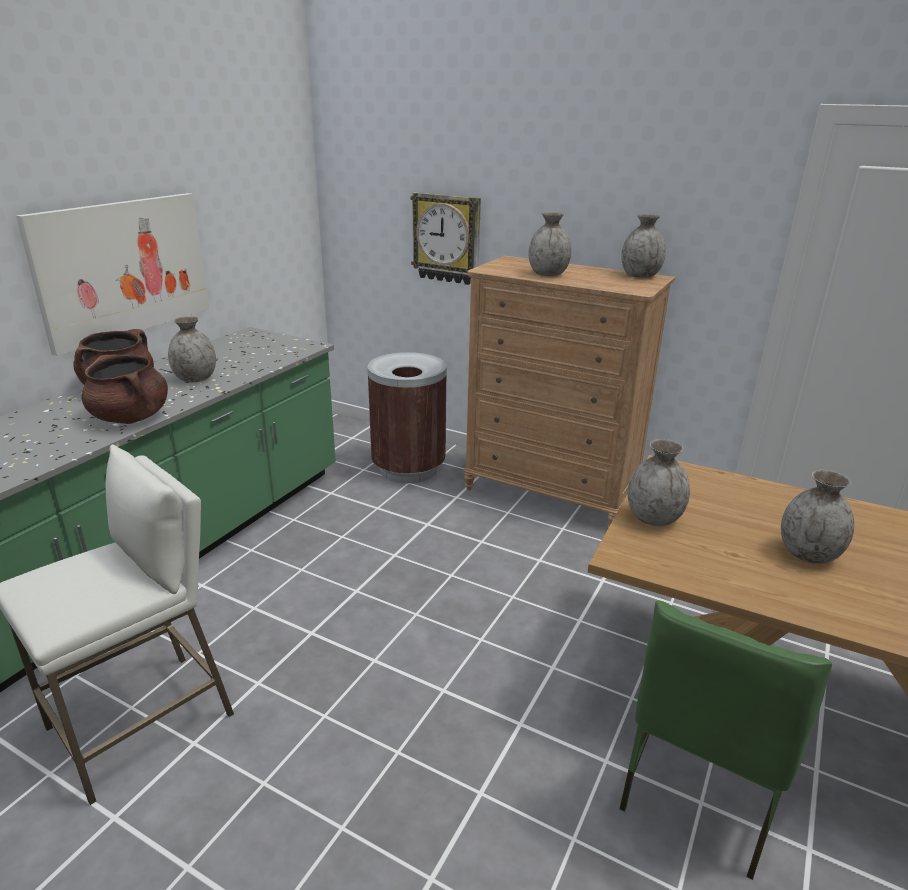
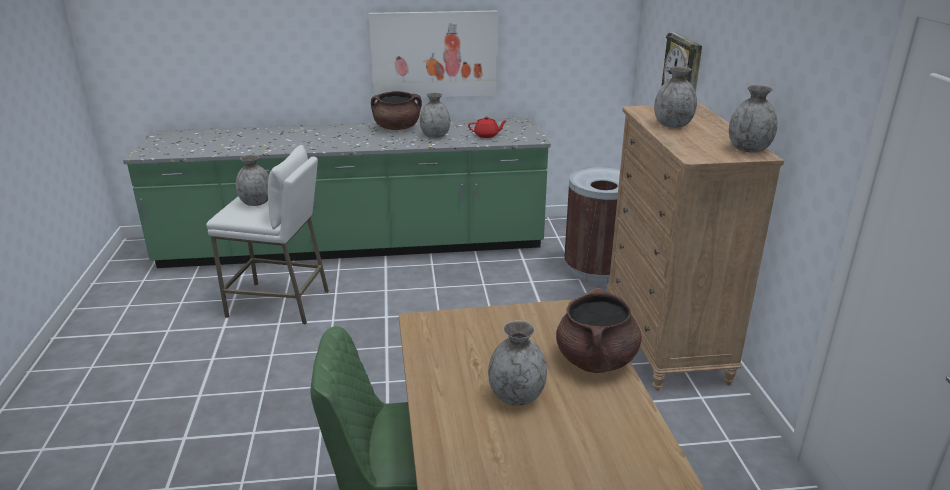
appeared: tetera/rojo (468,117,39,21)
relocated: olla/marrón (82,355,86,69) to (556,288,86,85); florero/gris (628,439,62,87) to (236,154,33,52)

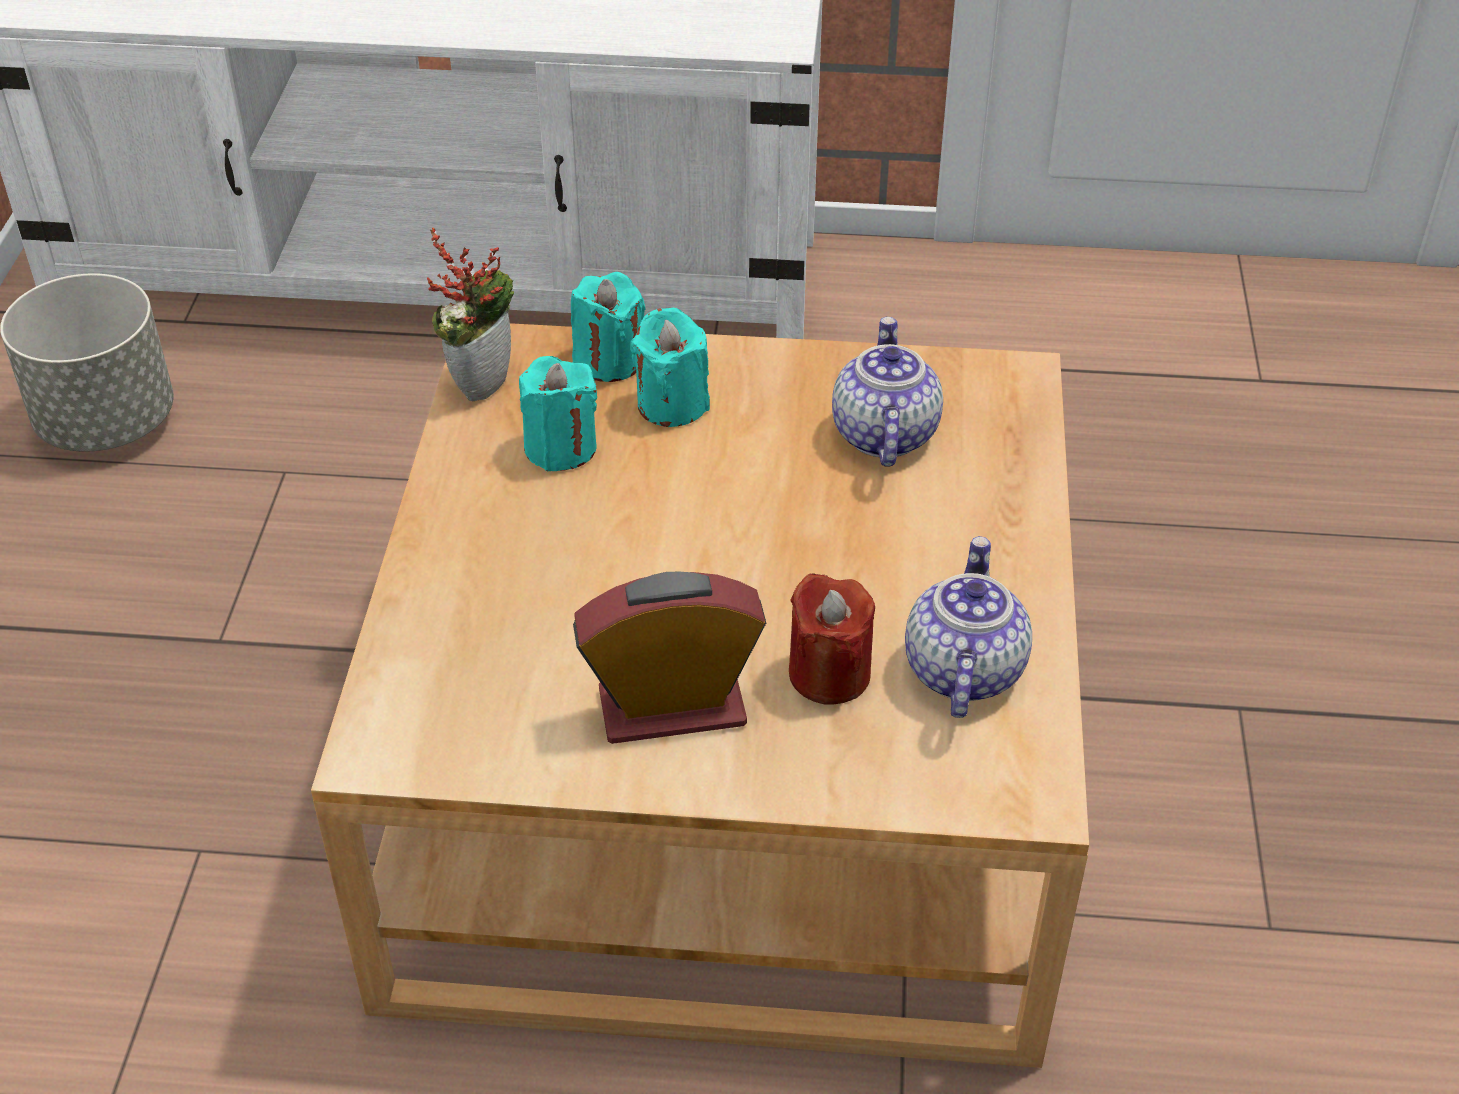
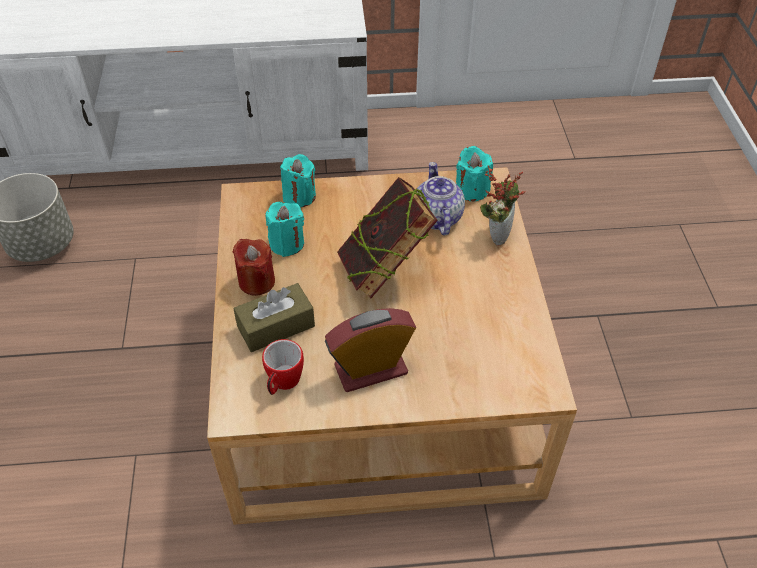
missing: tetera (905,536,127,182)
appeared: libro (337,177,101,121); caja de pañuelos/marrón (233,283,82,69); taza grande (262,339,42,56)
relocated: planta en maceta (427,227,87,174) to (480,165,45,81); vela/turquesa (630,308,80,119) to (456,146,37,56); vela/rojo (789,573,86,132) to (233,239,42,57)

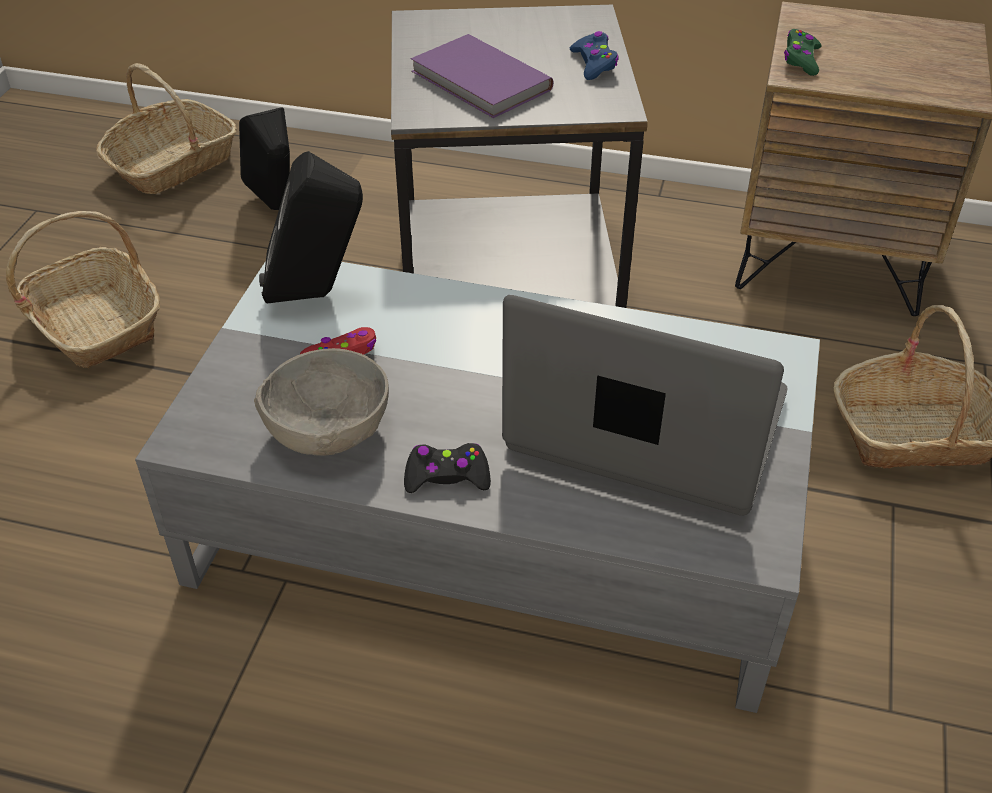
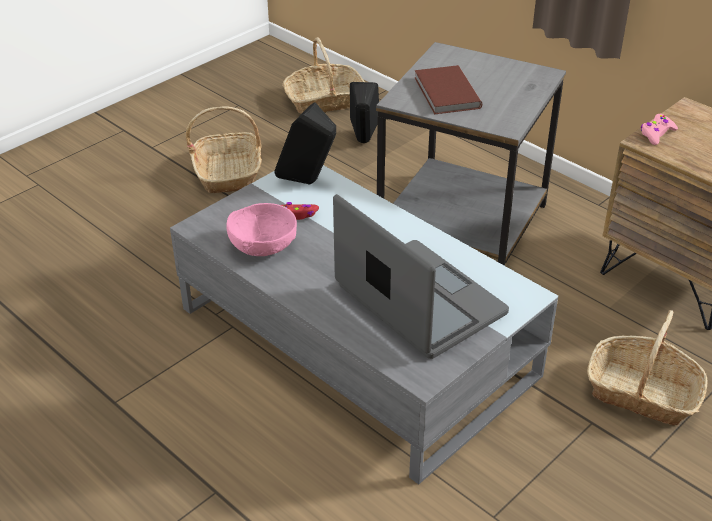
missing: mando de consola/azul (570,31,49,49); mando de consola/negro (404,443,87,50)
colour: mando de consola/verde (784,29,38,47) to mando de consola/rosa (641,114,37,31); libro/morado (411,34,142,84) to libro/marrón (415,65,67,49); cuenco/gris (254,348,135,108) to cuenco/rosa (226,203,71,53)

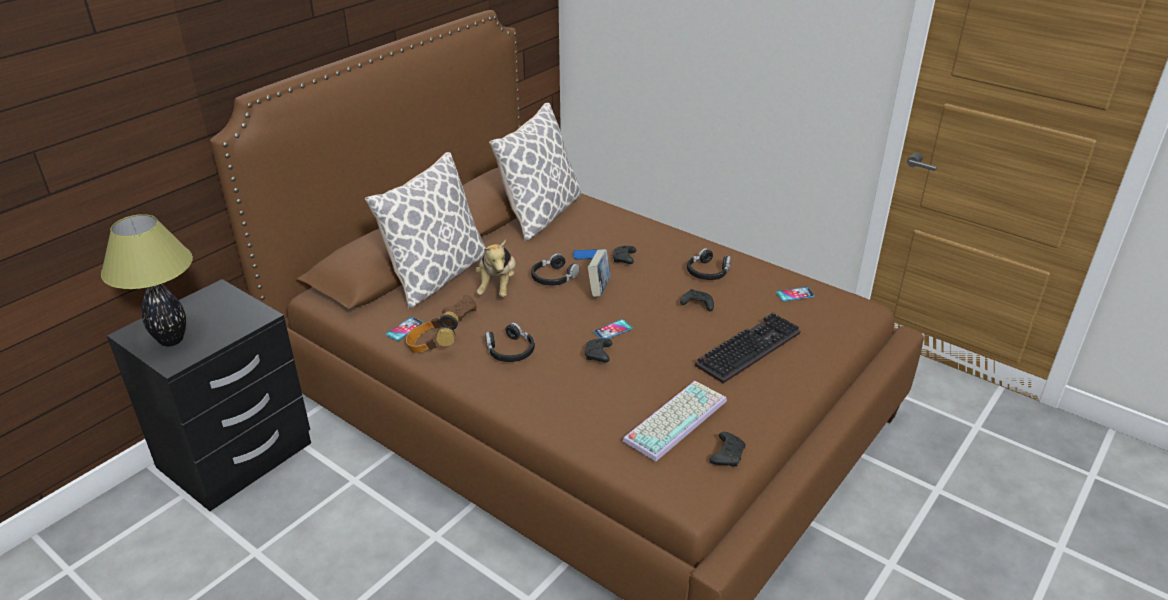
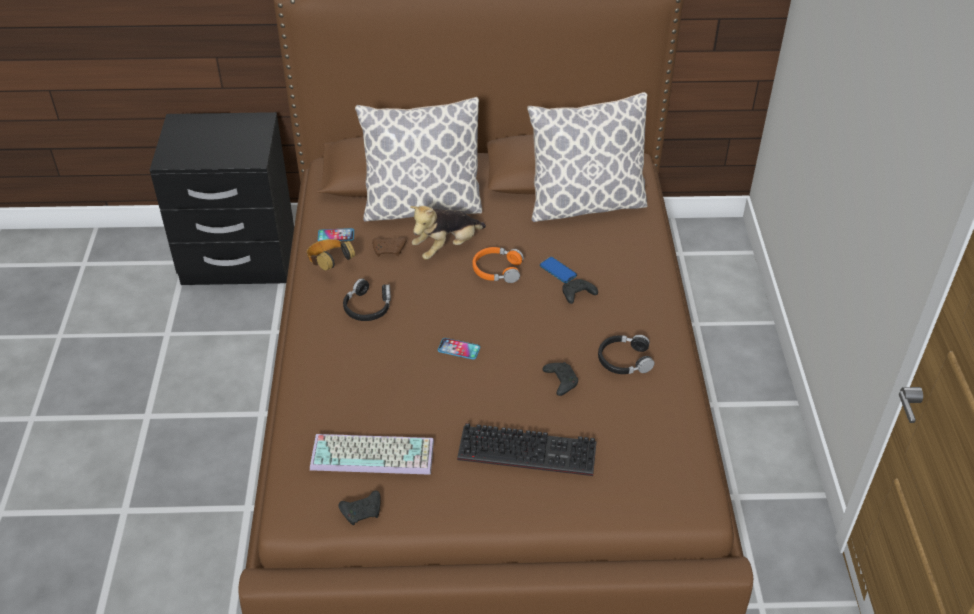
missing: lámpara de mesa (101,214,92,132); libro (588,249,22,48); móvil (776,287,39,14); mando de consola/negro (585,338,27,24)
colour: auriculares/negro (531,253,48,32) to auriculares/naranja (472,247,52,36)

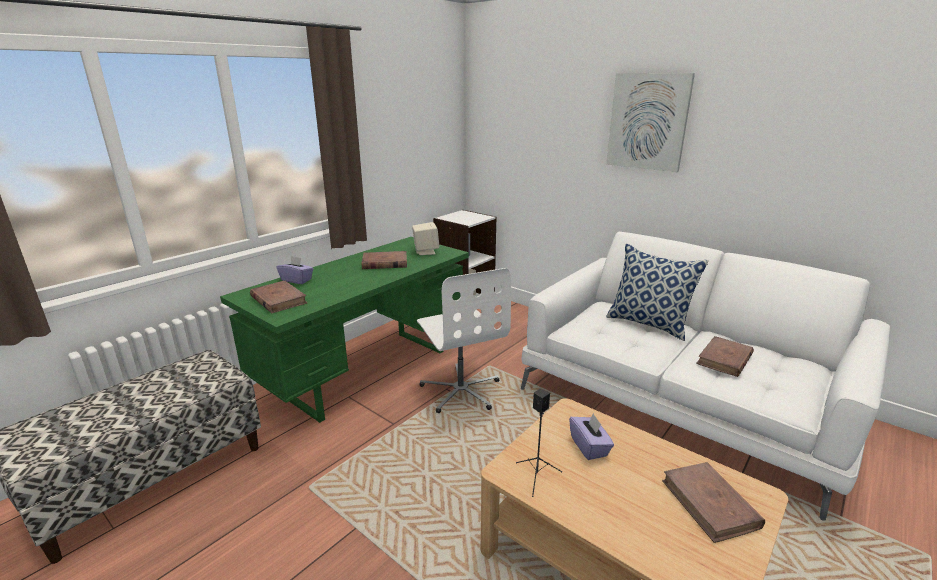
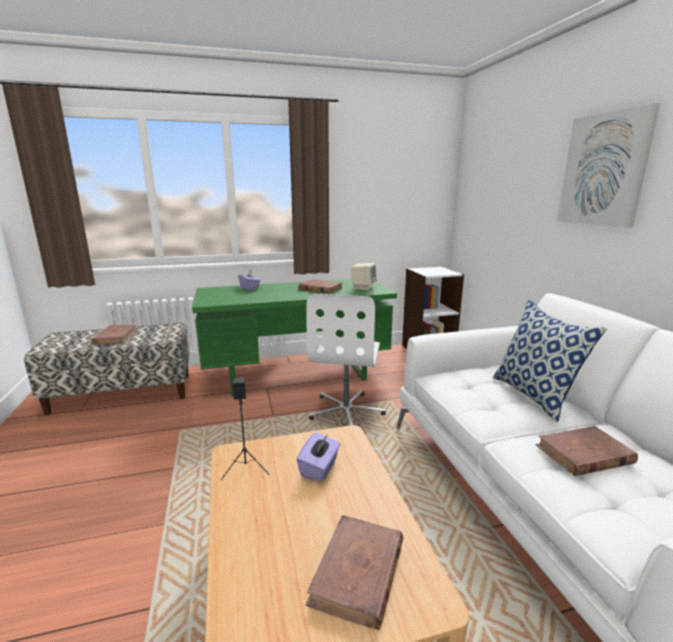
relocated: libro/marrón (250,281,57,33) to (91,325,47,20)

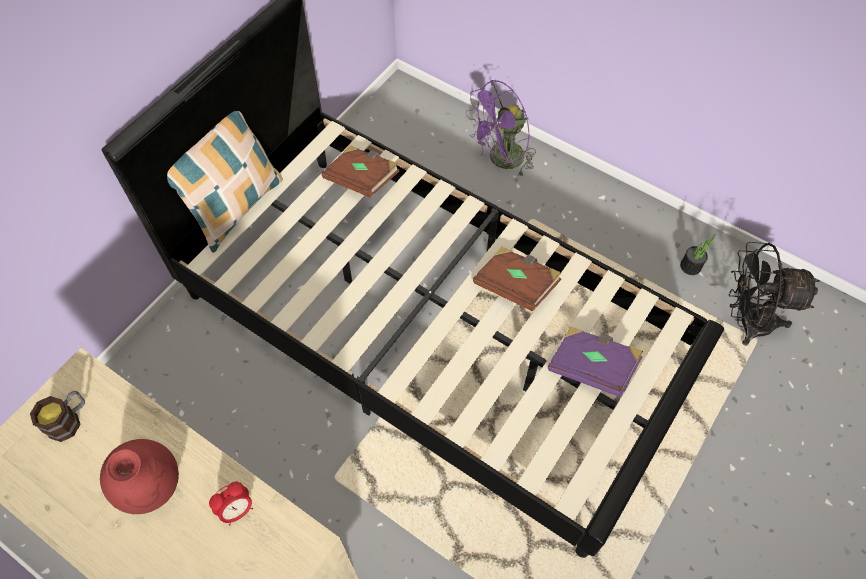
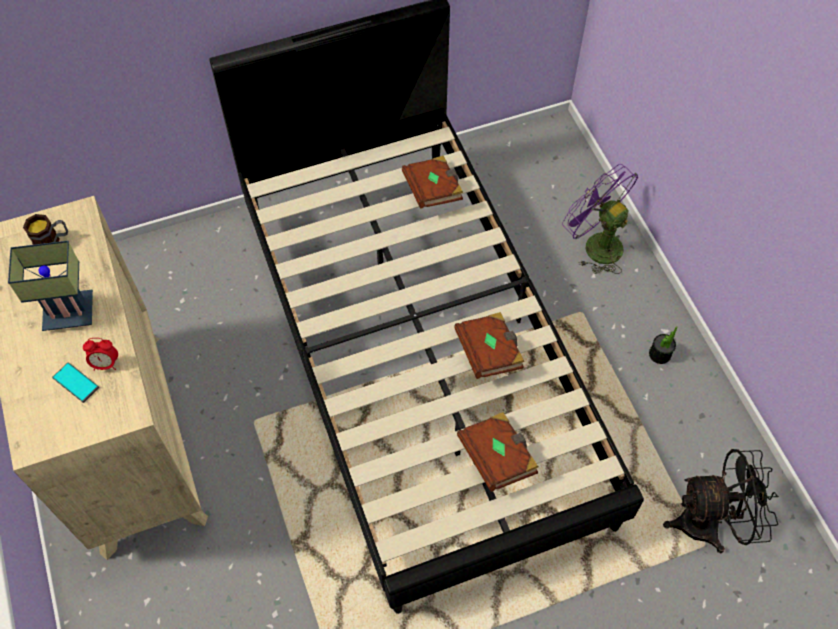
missing: cojín (167,111,116,142)
appeared: móvil (52,362,47,41)
relocated: planta en maceta (680,234,36,41) to (649,326,29,38)
exchanged: florero/rojo (100,439,79,75) to lámpara de mesa (8,241,85,90)
colour: libro/morado (548,326,95,71) to libro/marrón (457,412,82,80)
spun: ventilador/morado (466,80,70,98) = (562,164,76,110) 45 degrees clockwise; ventilador/negro (728,242,91,104) = (663,449,116,105) 135 degrees clockwise

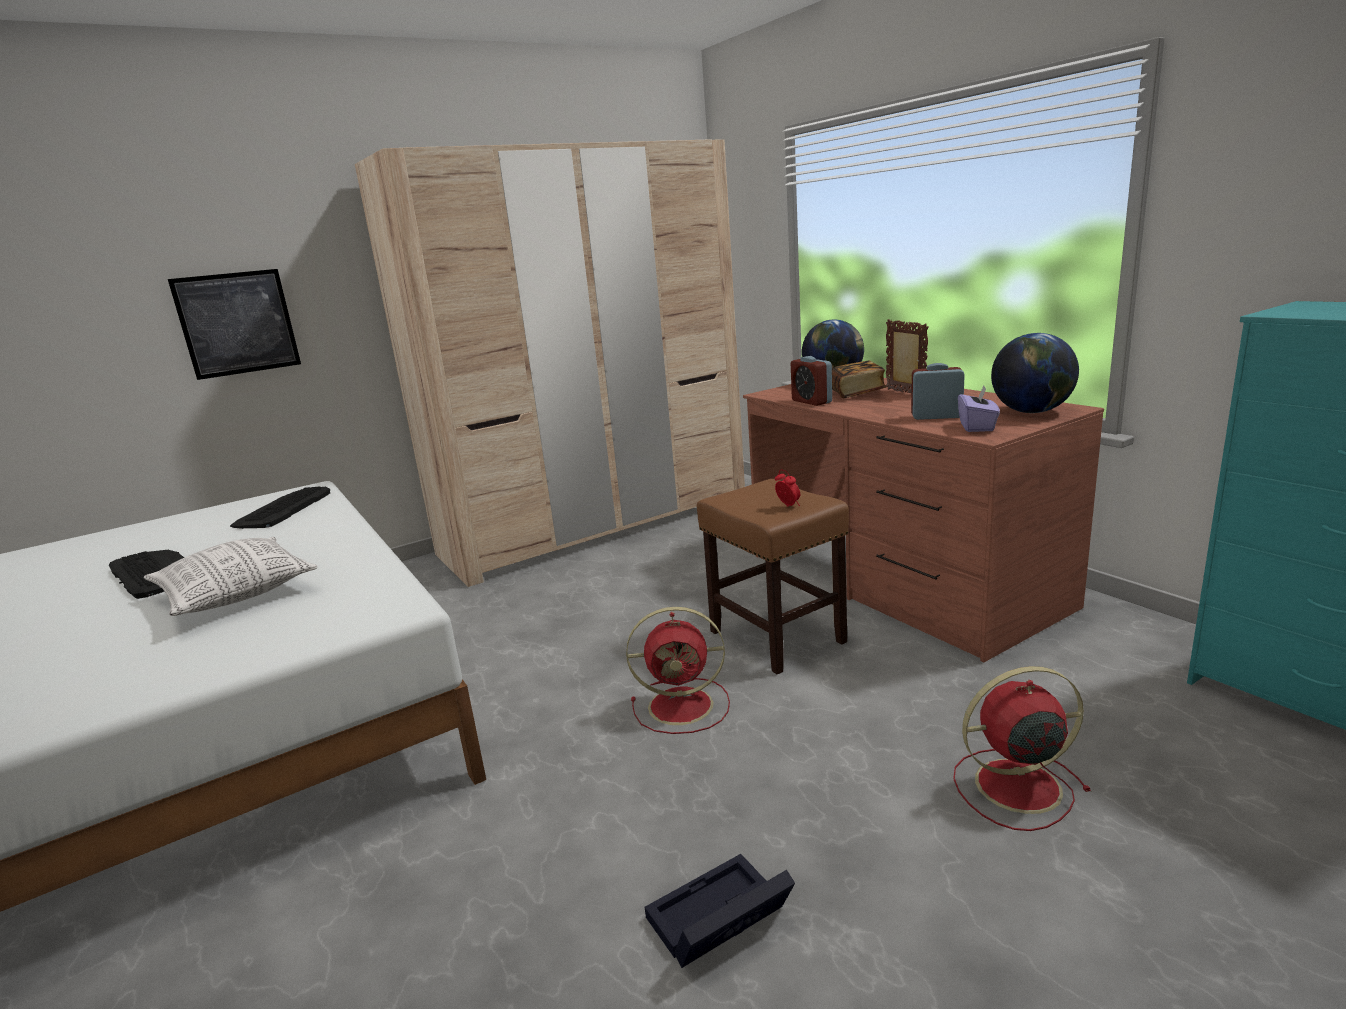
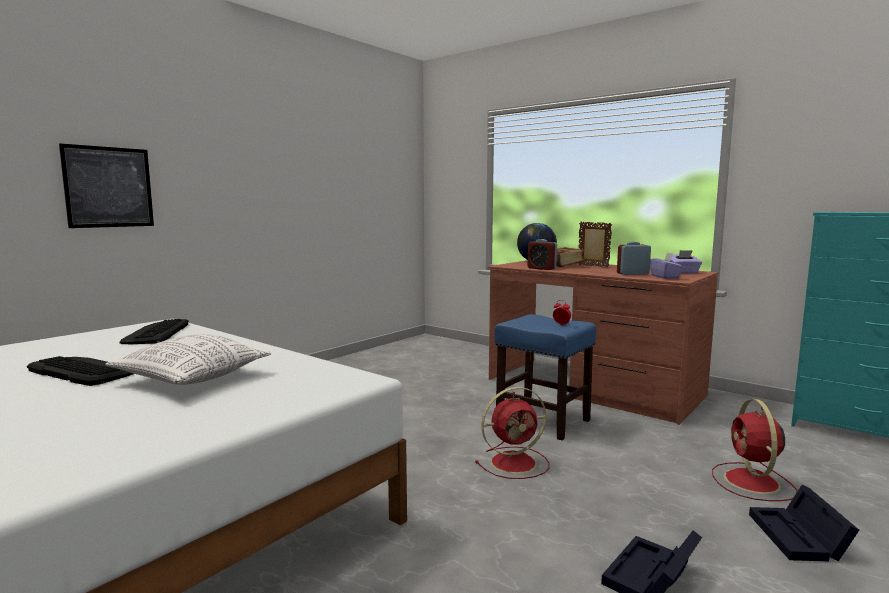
missing: armario ropero/beis (355,139,390,448)
appeared: caja de almacenaje/negro (749,485,110,76)
exchanged: globo terráqueo (991,333,88,80) to caja de pañuelos/morado (670,250,32,24)
colour: taburete/marrón (697,479,152,196) to taburete/azul (494,314,102,126)
spun: ventilador/rojo (953,666,138,165) = (712,399,86,102) 60 degrees counterclockwise

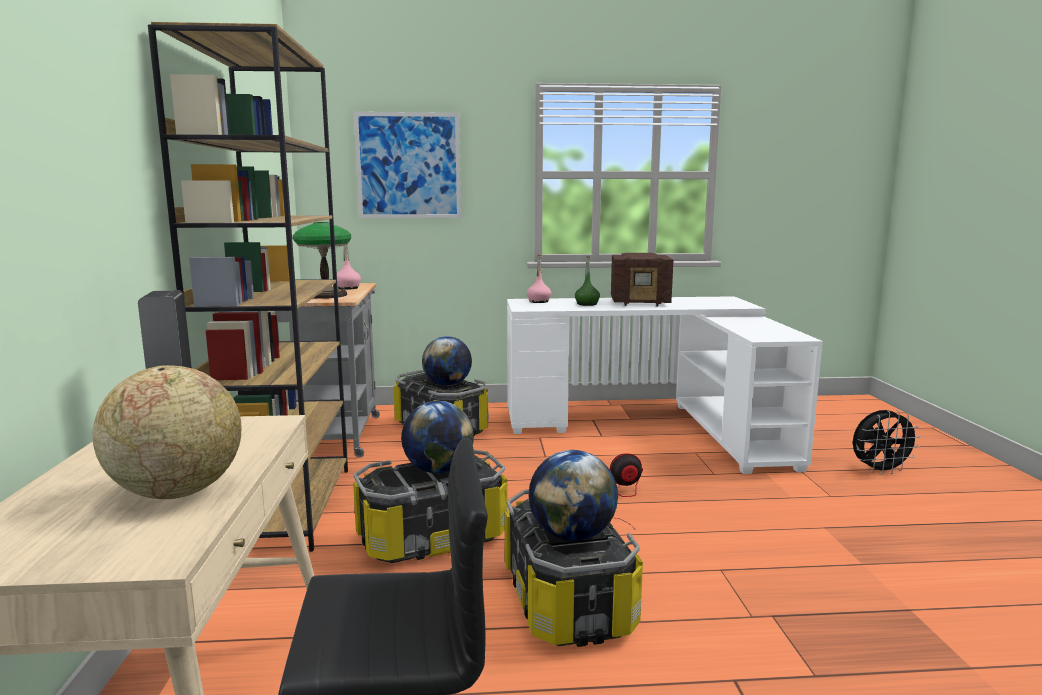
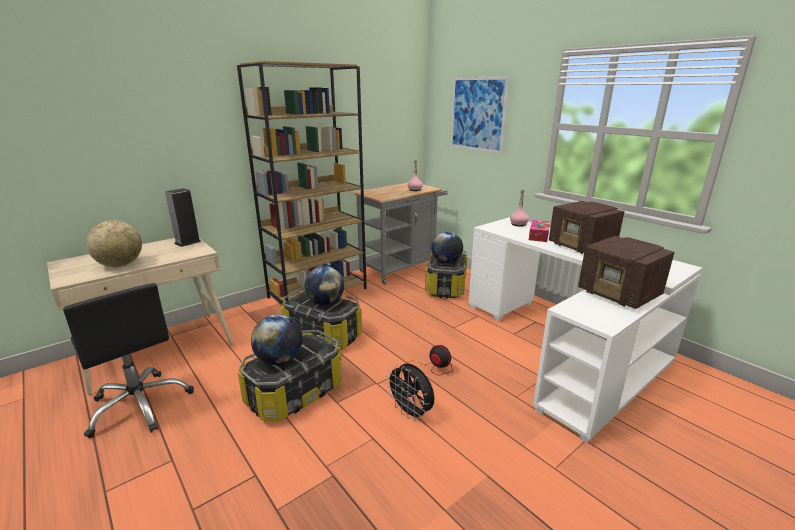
missing: lámpara de mesa (293,222,59,77)
appeared: radio (578,236,96,73)
relocated: ventilador/negro (853,410,68,65) to (385,363,49,58)
exchanged: botella/verde (575,256,25,50) to caja de pañuelos (529,220,21,22)

